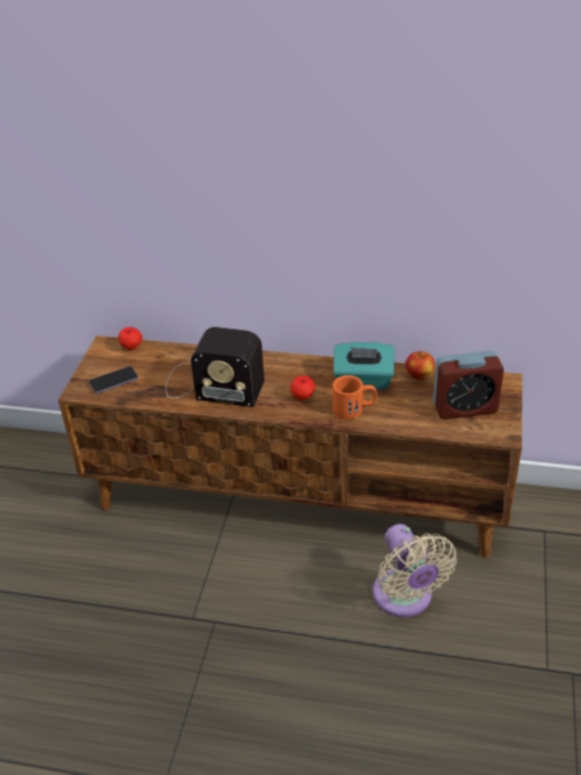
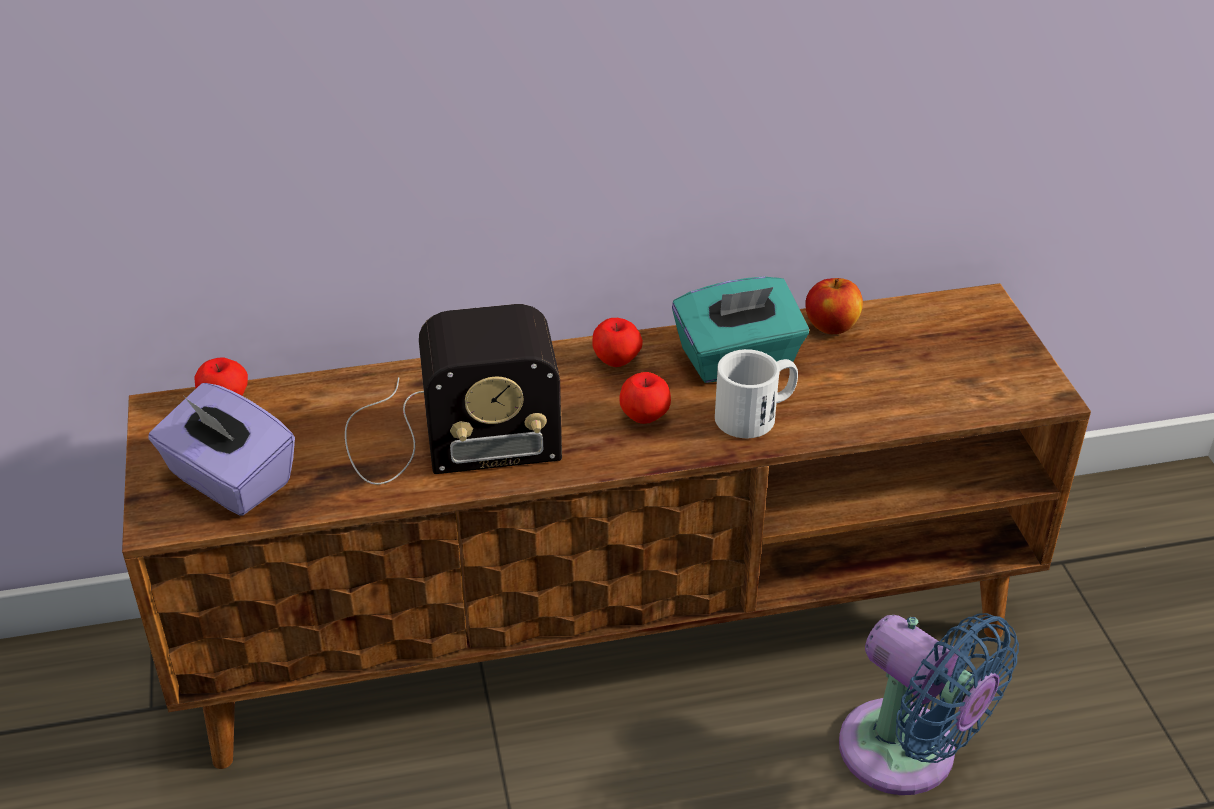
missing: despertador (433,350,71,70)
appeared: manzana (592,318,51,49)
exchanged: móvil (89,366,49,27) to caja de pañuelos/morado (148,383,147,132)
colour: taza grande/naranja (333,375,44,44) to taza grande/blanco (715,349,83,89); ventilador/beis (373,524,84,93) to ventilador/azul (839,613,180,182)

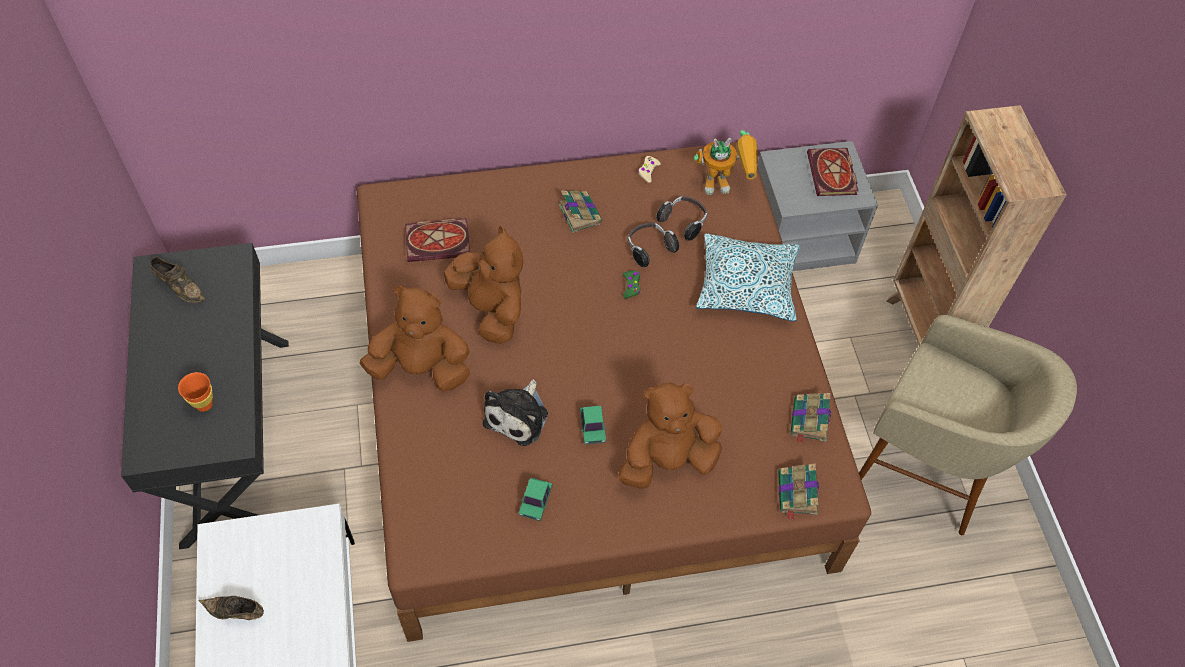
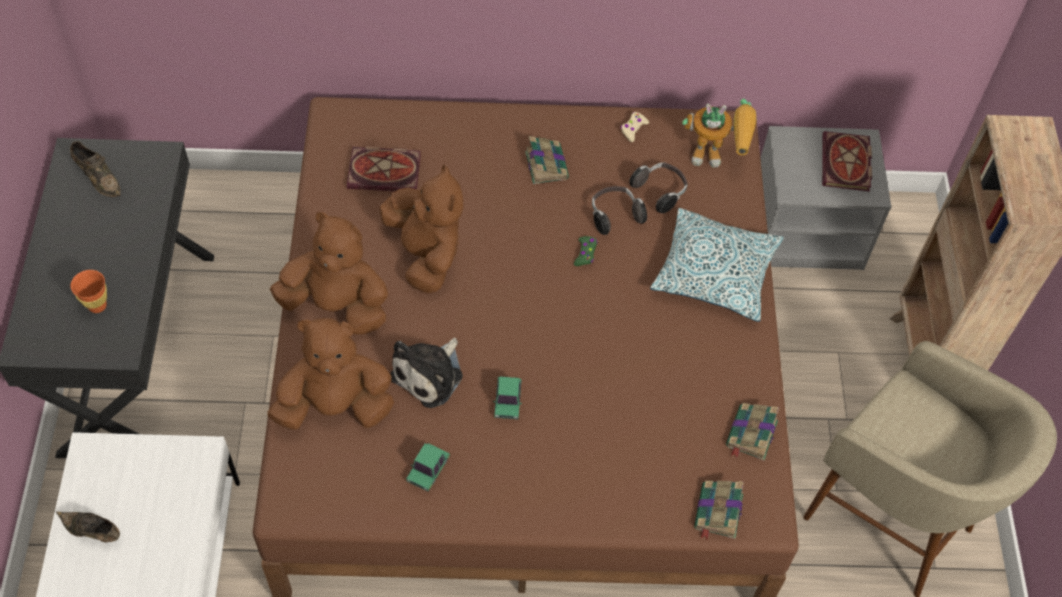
relocated: peluche/marrón (618,382,104,107) to (267,318,127,112)

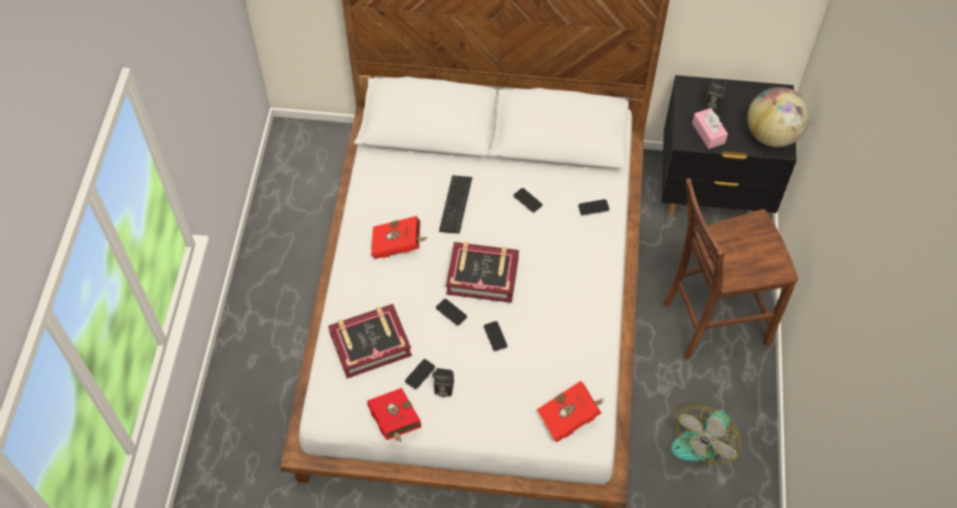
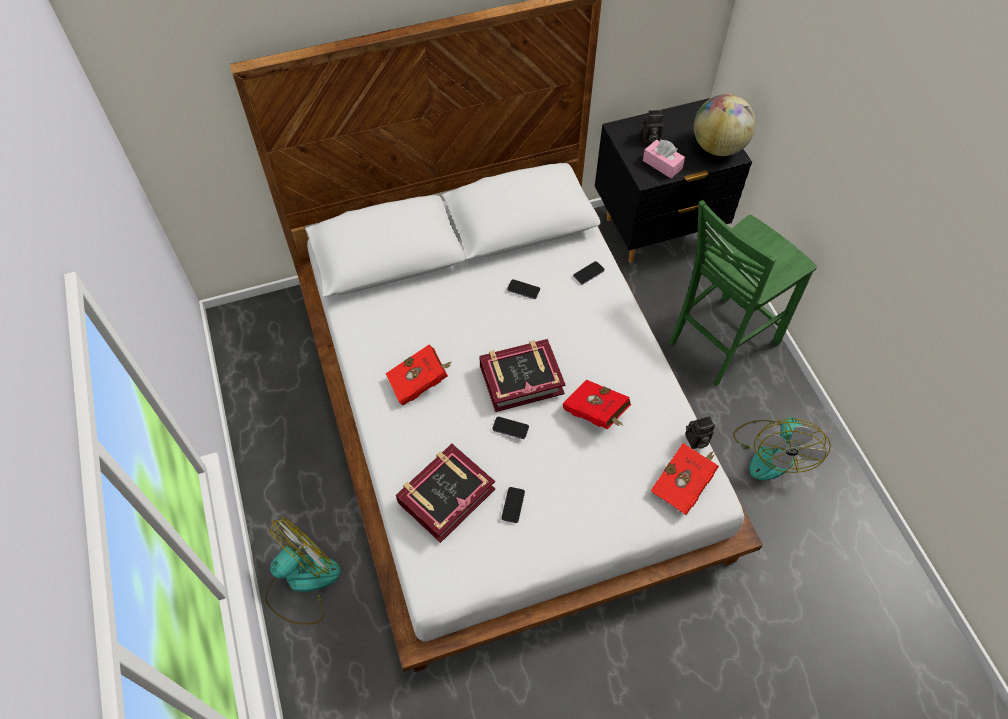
missing: teclado (439,175,33,59); móvil (484,321,23,30)
appeared: ventilador (265,517,76,108)
relocated: cámara (433,368,21,29) to (685,416,30,33); libro/rojo (367,388,54,55) to (563,380,68,49)
colour: silla/marrón (663,178,135,182) to silla/verde (669,200,148,186)

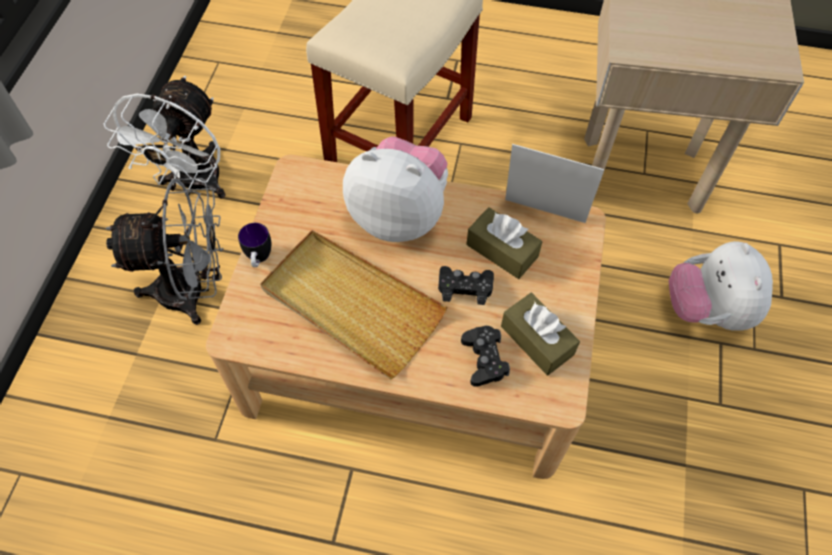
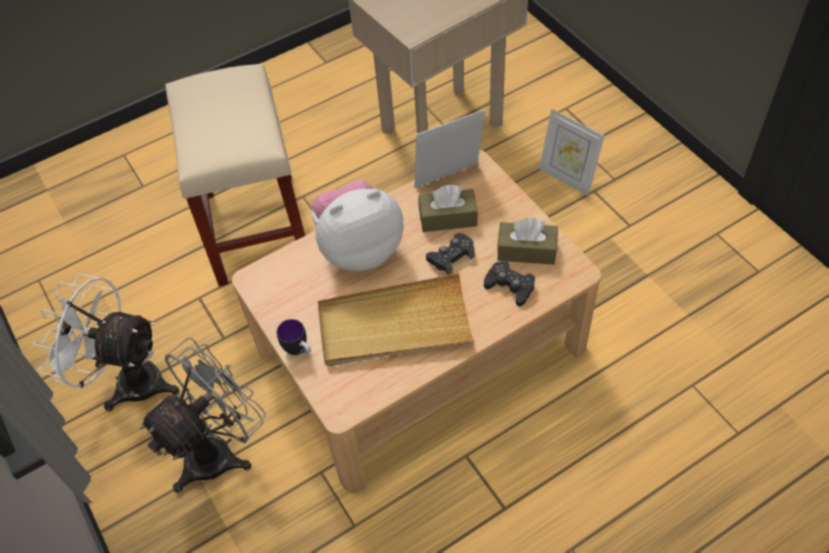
exchanged: peluche (669,241,104,90) to portarretratos (539,109,65,87)
spun: ventilador/blanco (104,76,122,123) = (33,274,147,137) 135 degrees clockwise

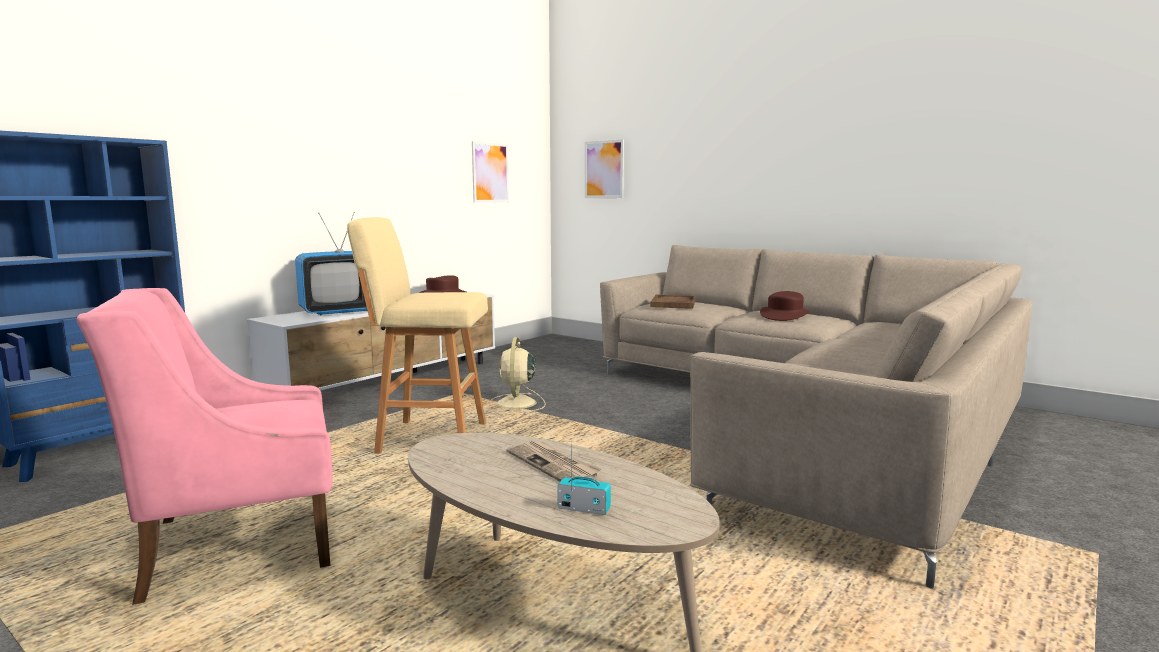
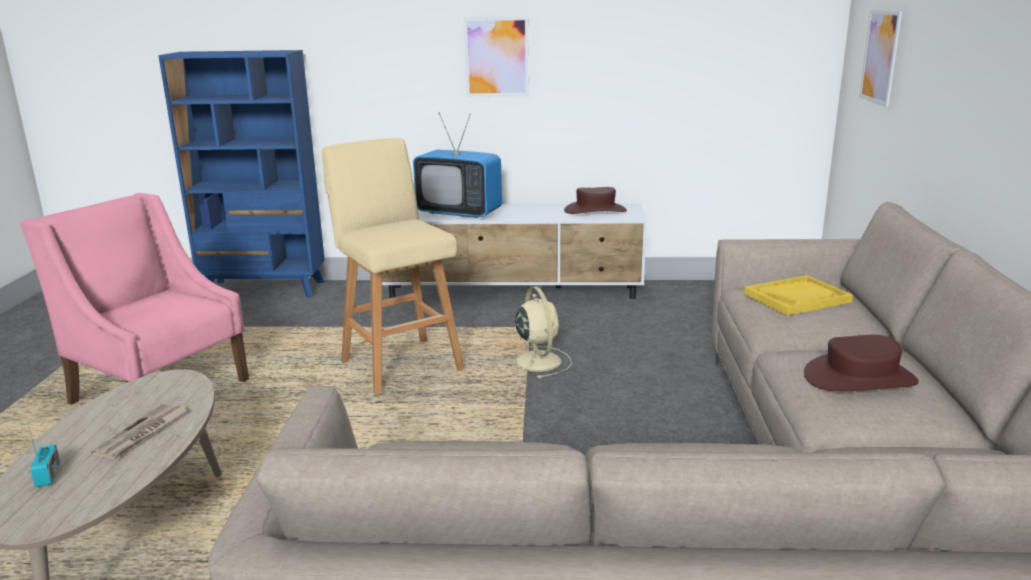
relocated: cuadro (472,141,37,62) to (463,16,66,81)
colour: bandeja/marrón (650,295,46,14) to bandeja/amarillo (744,275,109,41)
spun: ventilador/beis (491,337,55,75) = (506,287,66,91) 105 degrees clockwise

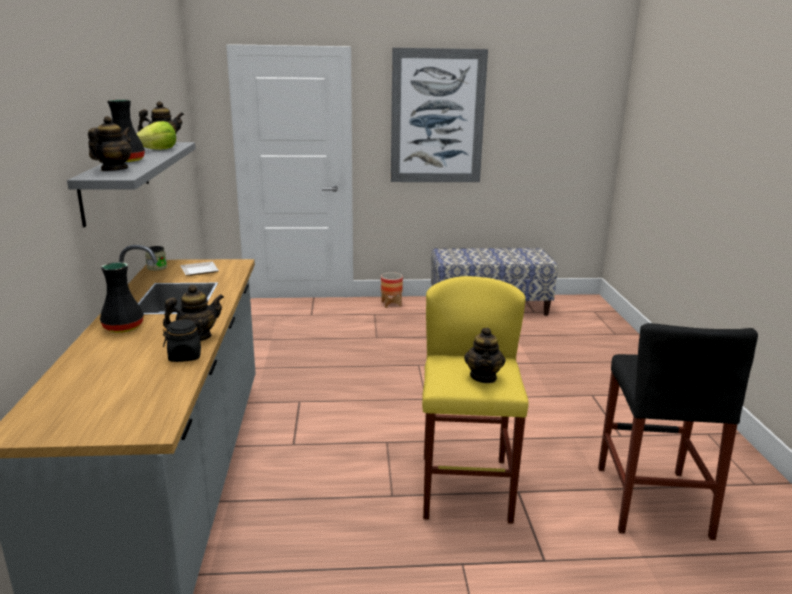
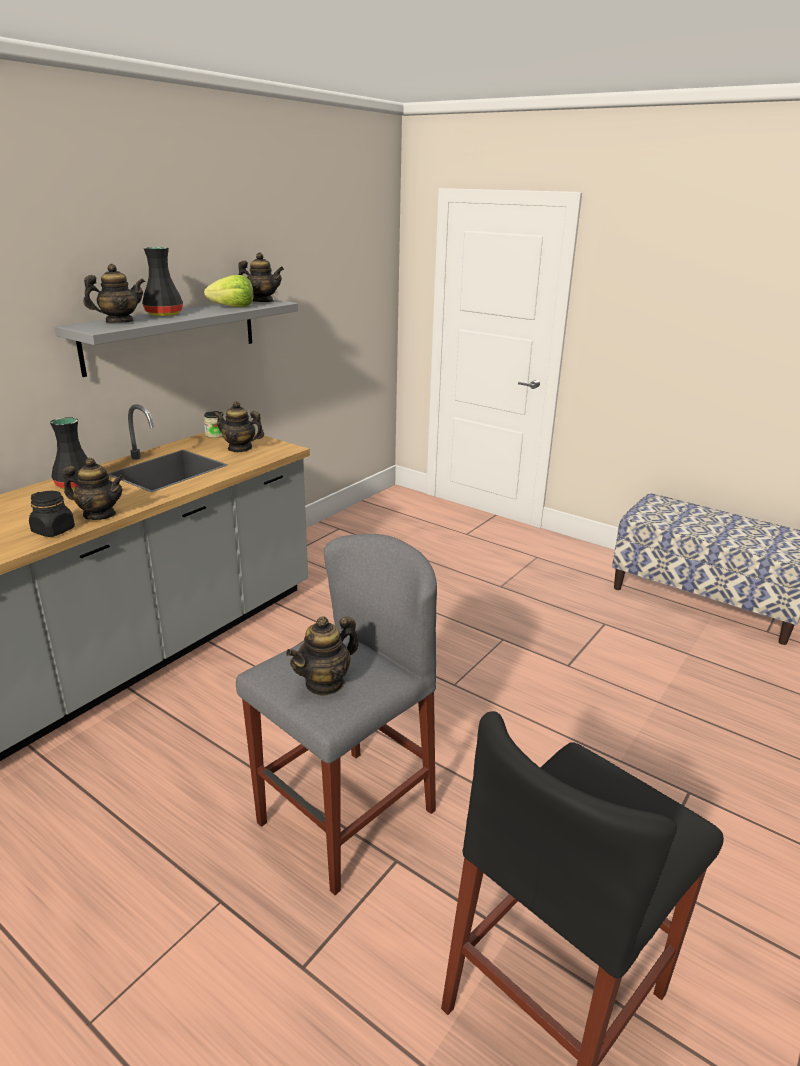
missing: cuadro (391,48,97,134); maceta (381,272,22,36)
exchanged: plato (180,261,39,15) to tetera (213,401,51,51)
colour: taburete/amarillo (422,276,107,248) to taburete/gris (236,534,201,361)

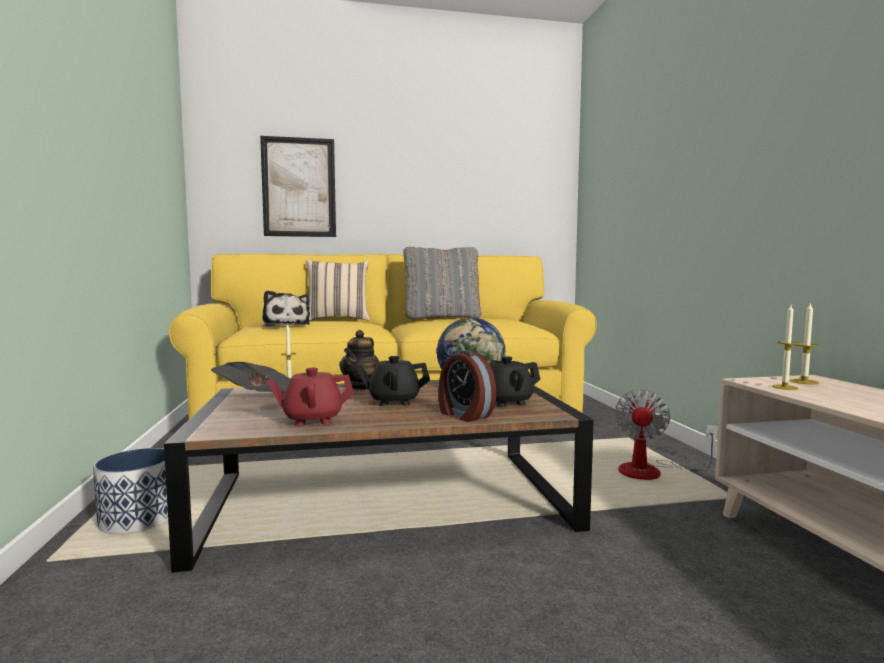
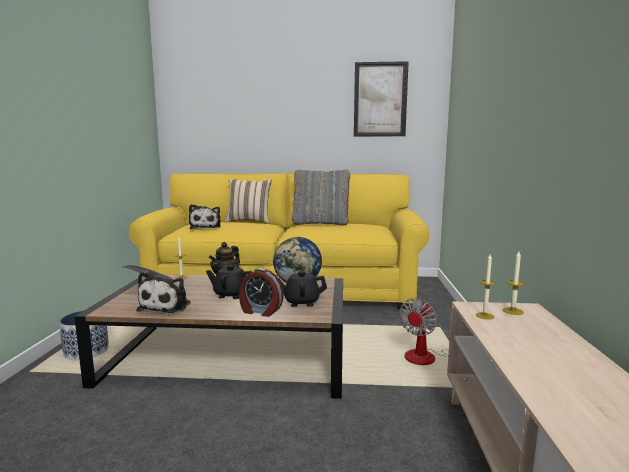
relocated: cuadro (260,136,76,101) to (354,61,55,75)
exchanged: tetera/rojo (267,368,87,58) to peluche (137,272,54,41)
spun: despertador (438,350,58,72) = (239,268,45,49) 45 degrees counterclockwise

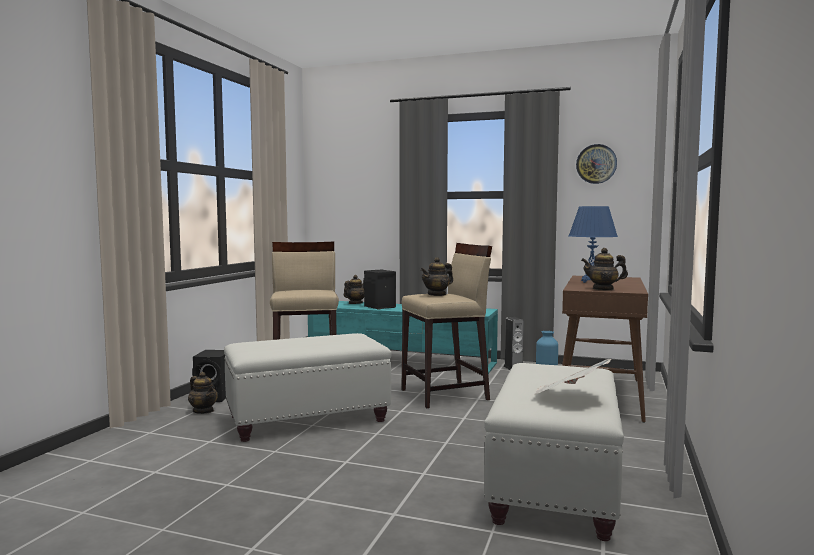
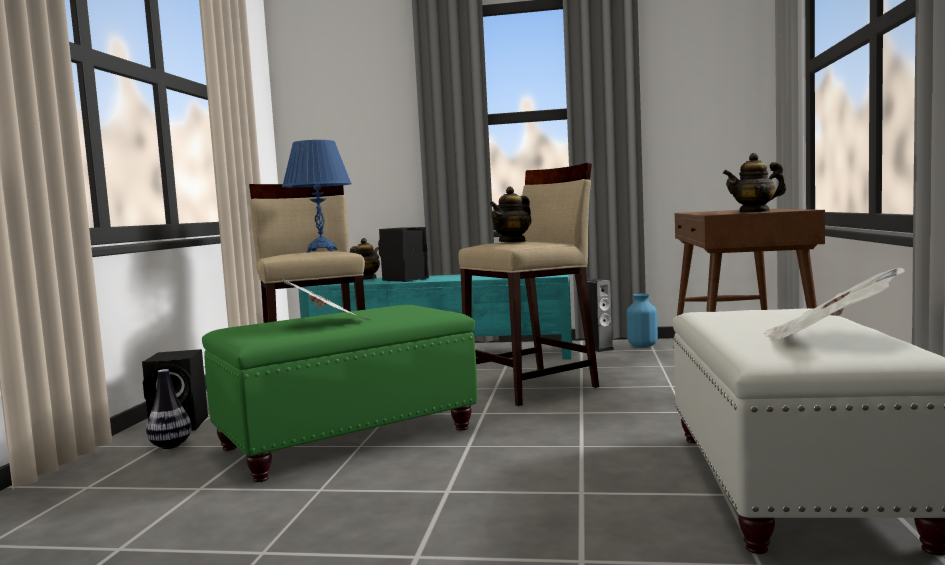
missing: reloj de pared (576,144,41,40)
appeared: periódico (275,278,96,42)
relocated: lámpara de mesa/azul (569,206,49,77) to (282,140,70,112)
exchanged: tetera (188,372,30,42) to florero (146,369,46,80)
colour: puf/blanco (224,333,168,109) to puf/verde (202,305,275,177)

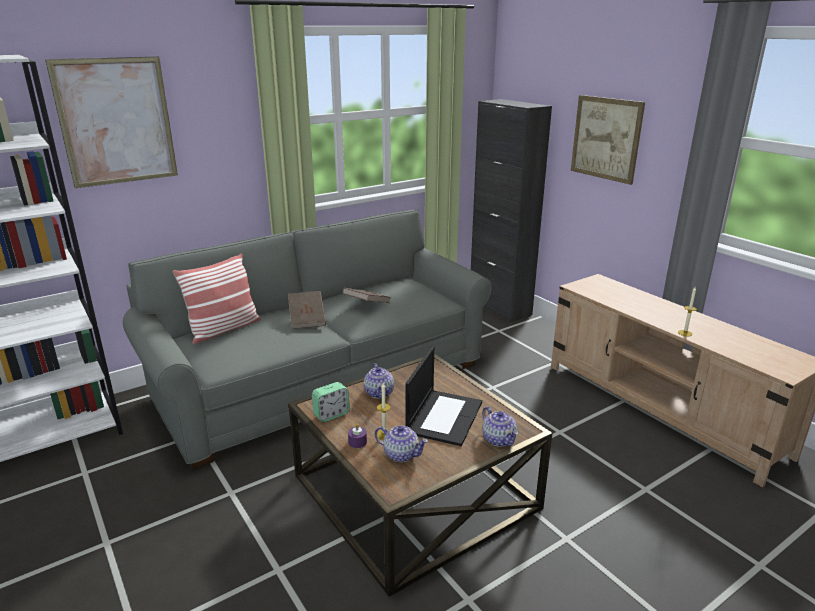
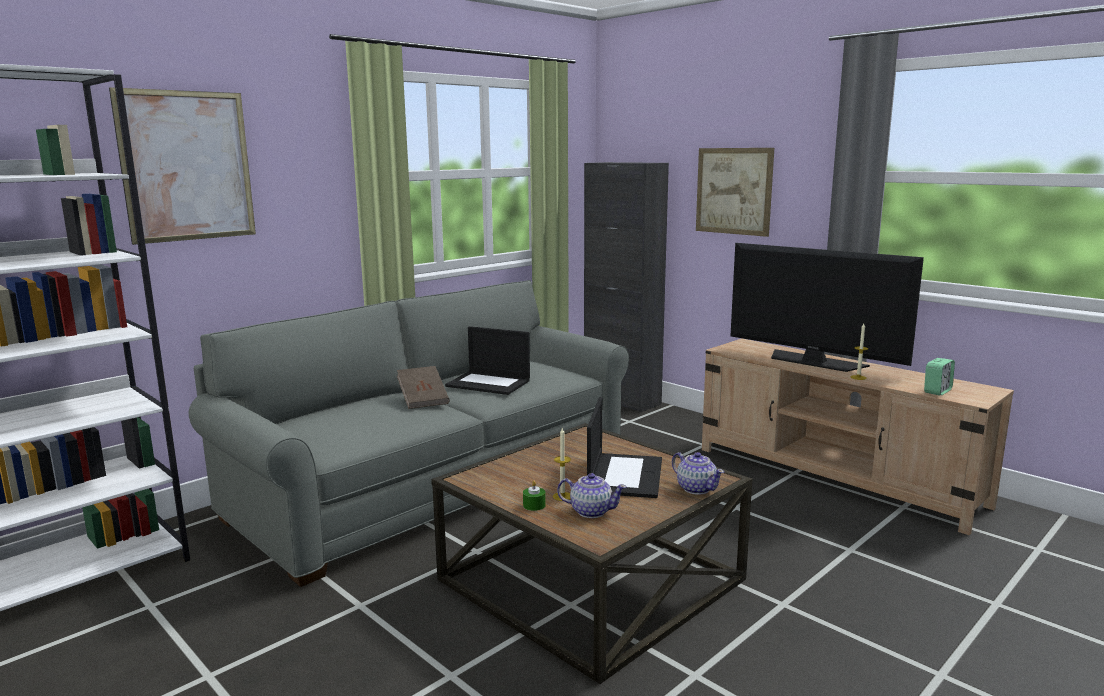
missing: cojín (172,253,89,91); tetera (364,363,30,36)
appeared: televisor (730,243,194,129)
relocated: despertador (312,382,38,40) to (924,358,31,37)
exchanged: libro/marrón (342,288,49,15) to portátil (445,326,85,69)
colour: vela/morado (348,424,19,24) to vela/verde (523,481,23,30)

